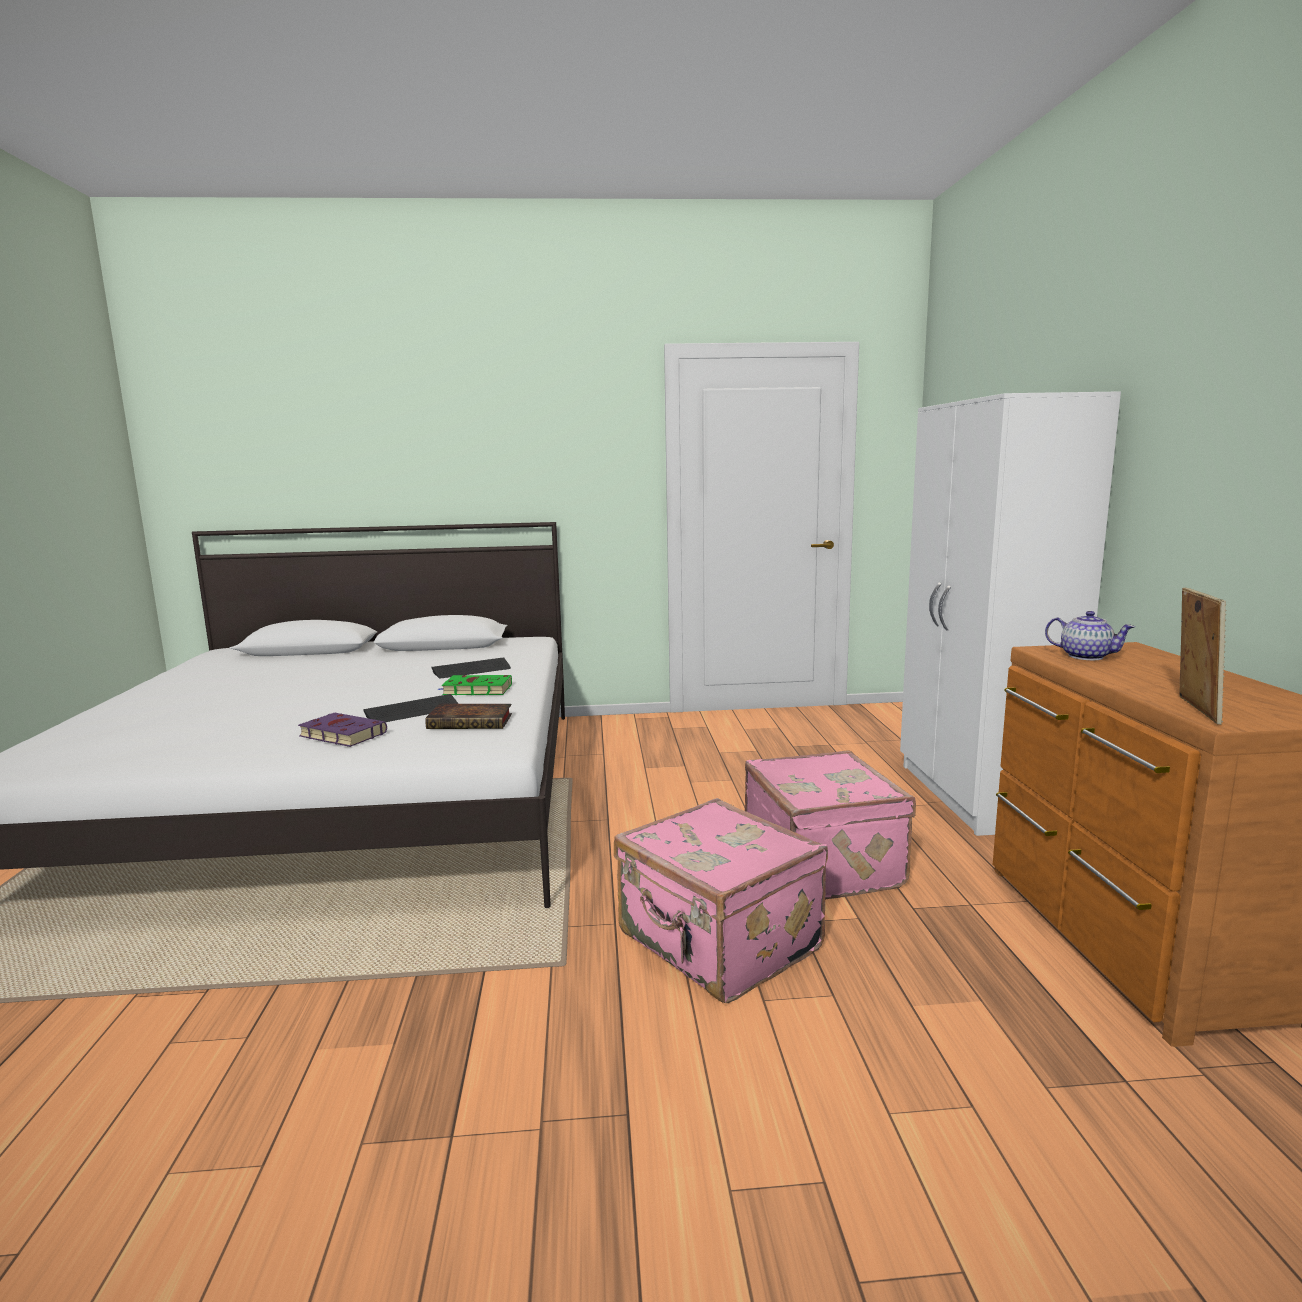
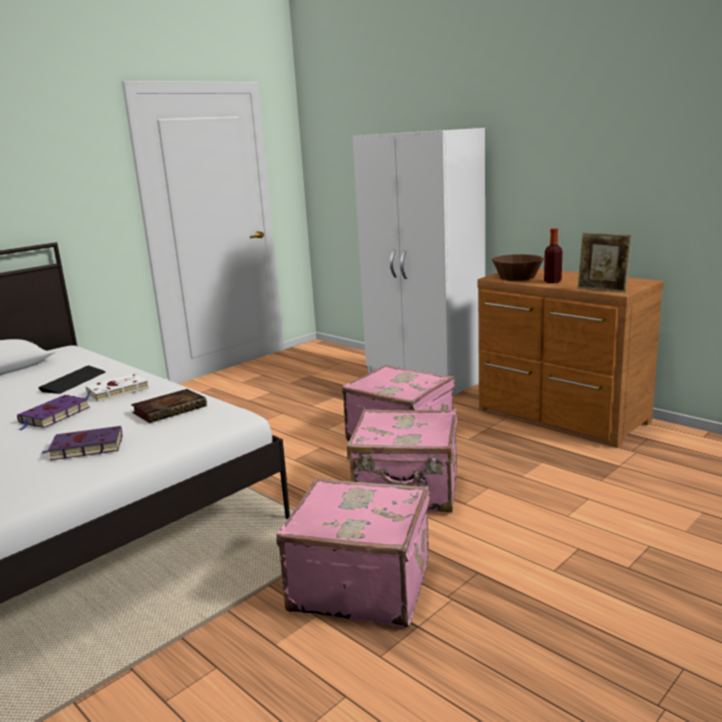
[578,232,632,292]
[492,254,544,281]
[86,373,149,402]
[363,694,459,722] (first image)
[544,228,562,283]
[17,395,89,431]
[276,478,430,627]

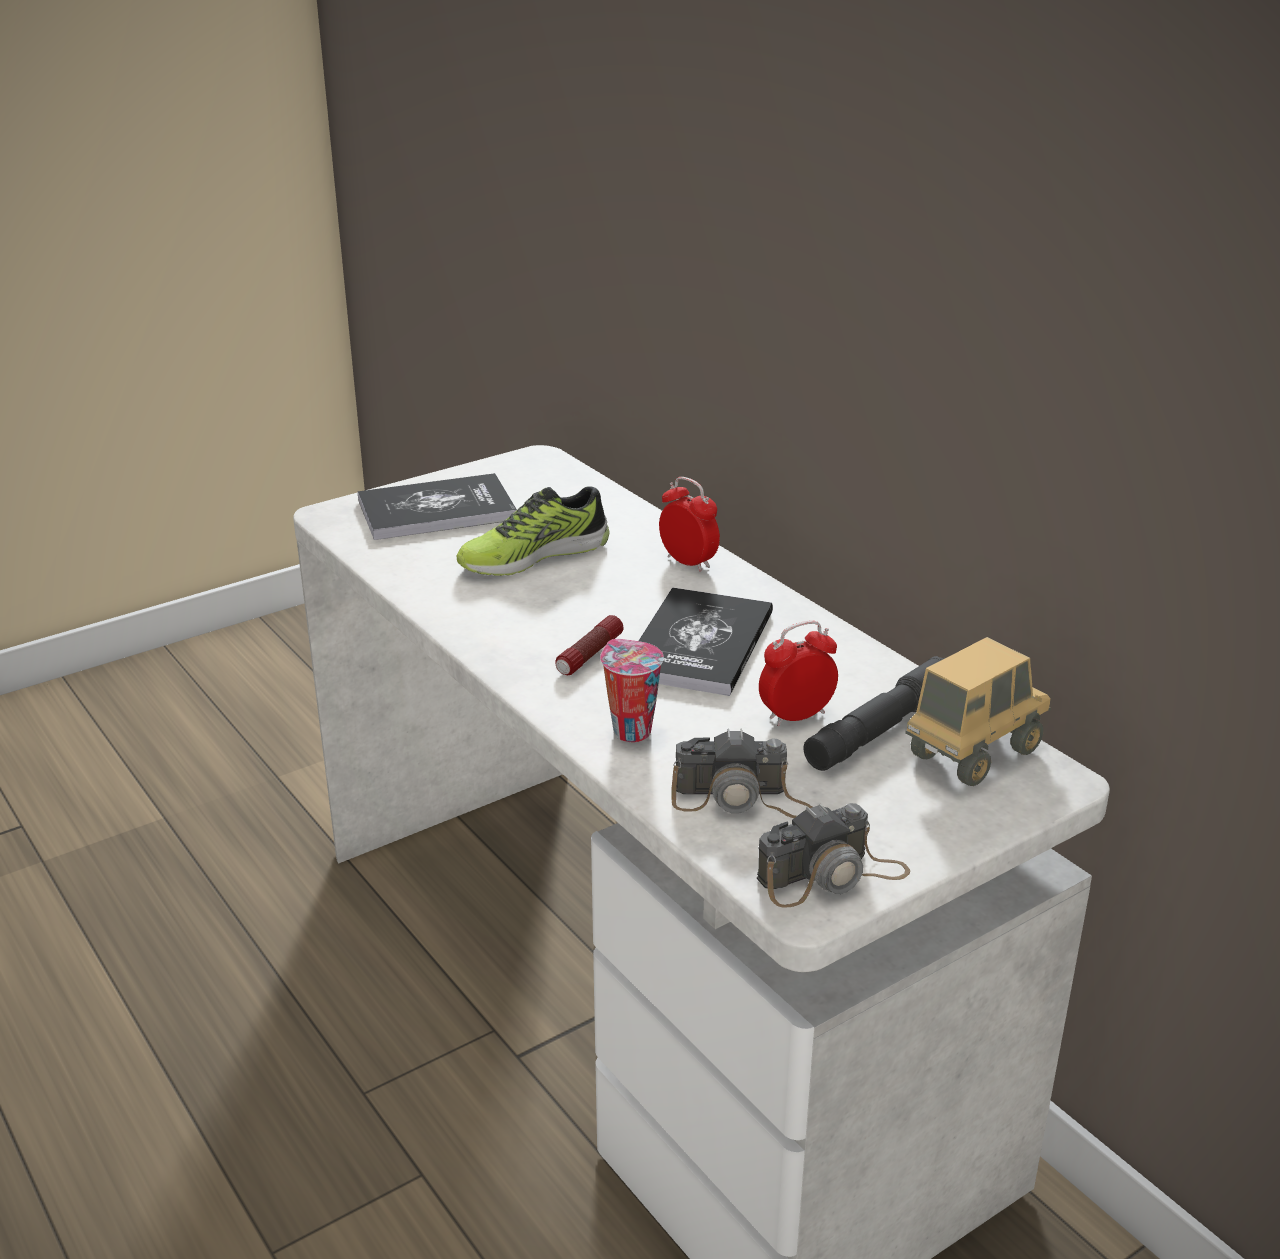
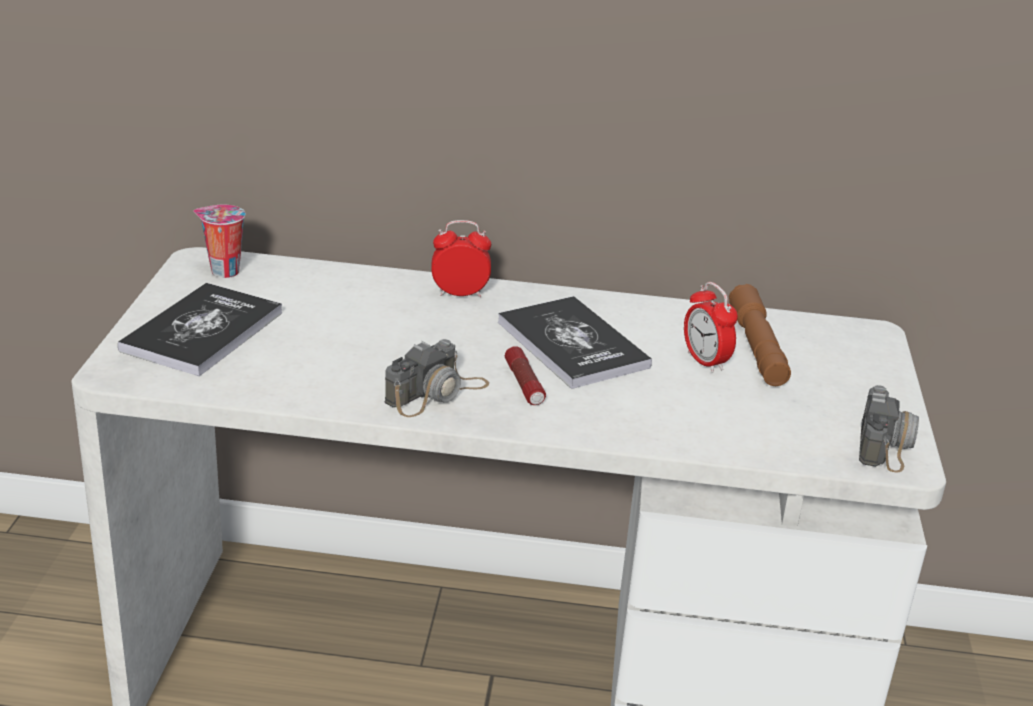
[456,486,610,576] (first image)
[684,282,738,373]
[905,637,1051,786] (first image)
[193,205,246,278]
[729,284,791,386]
[385,339,489,417]

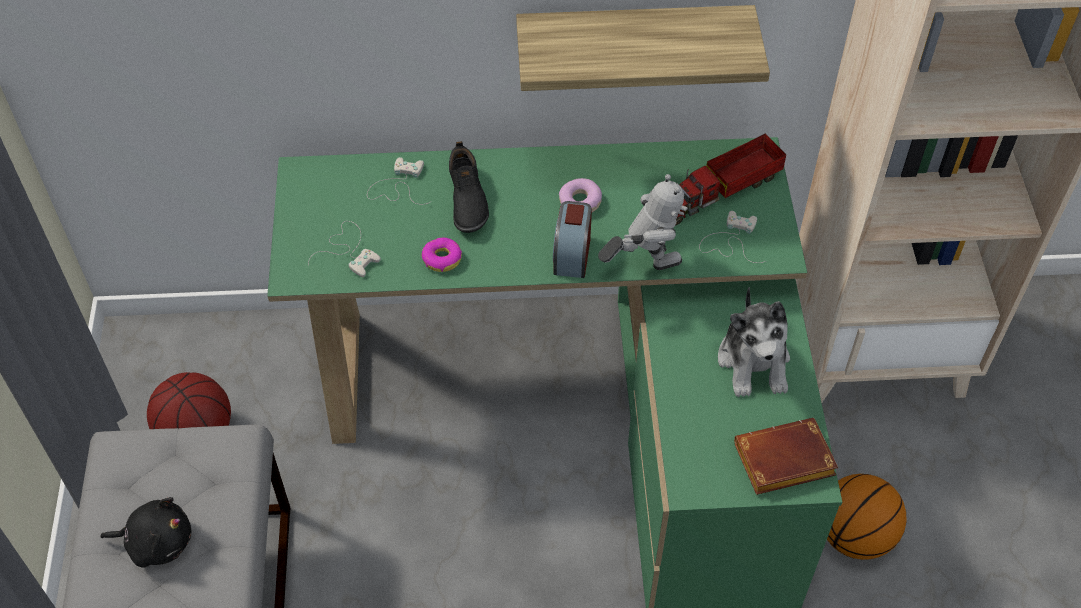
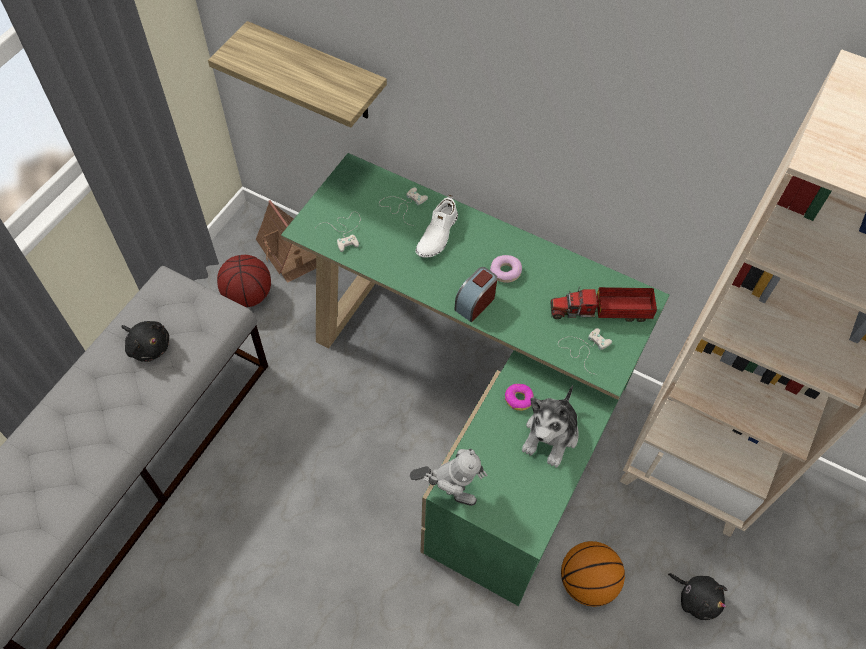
[208,21,387,128]
[416,195,458,258]
[410,449,487,506]
[505,384,534,411]
[734,418,838,495] (first image)
[256,200,316,283]
[668,573,728,620]

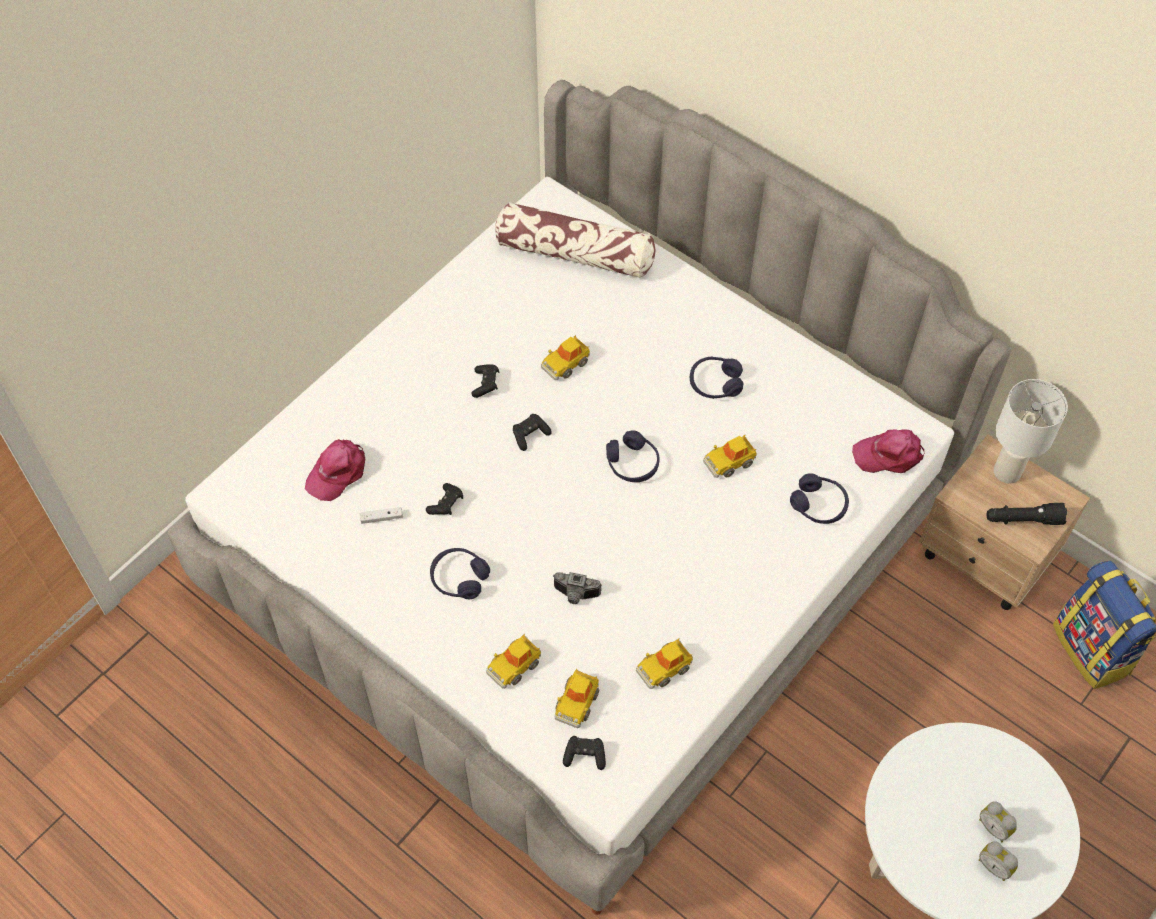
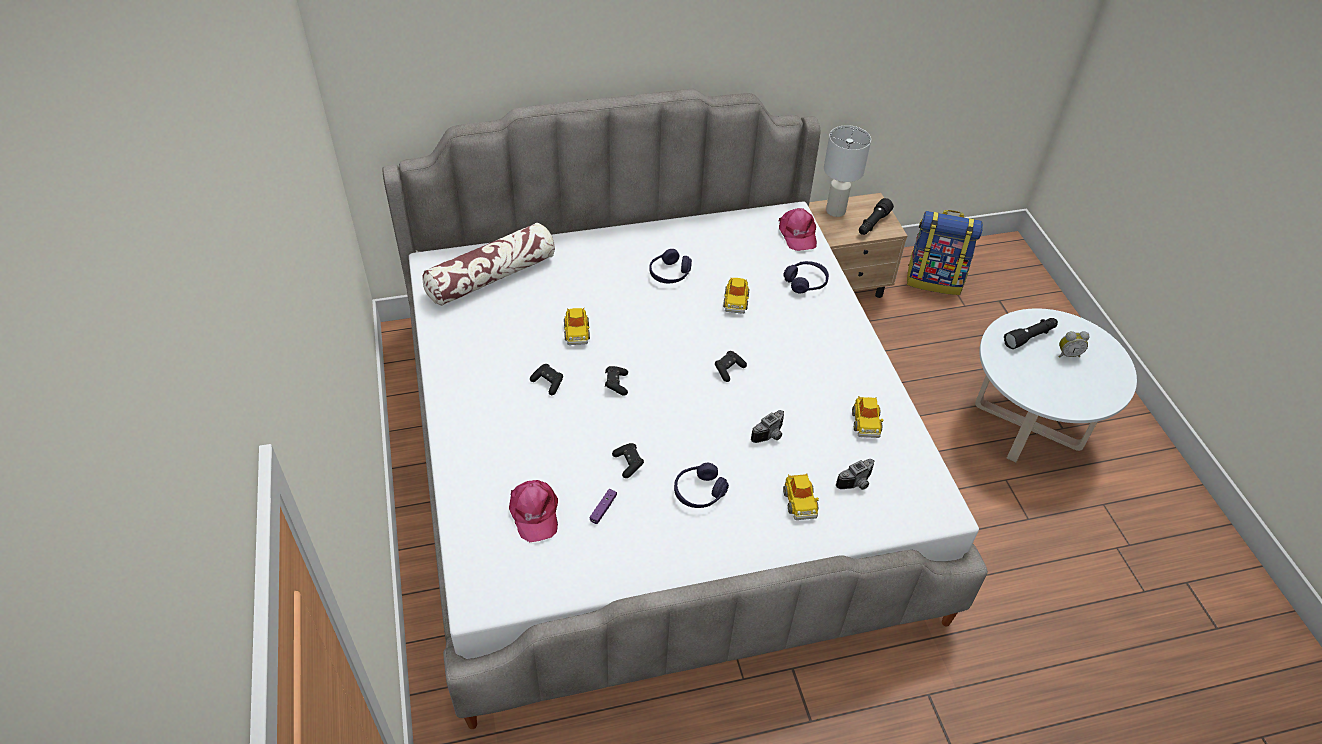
[778,208,817,251]
[606,430,660,482] (first image)
[590,489,617,524]
[836,459,874,490]
[715,351,747,382]
[979,841,1018,881] (first image)
[1004,318,1058,349]

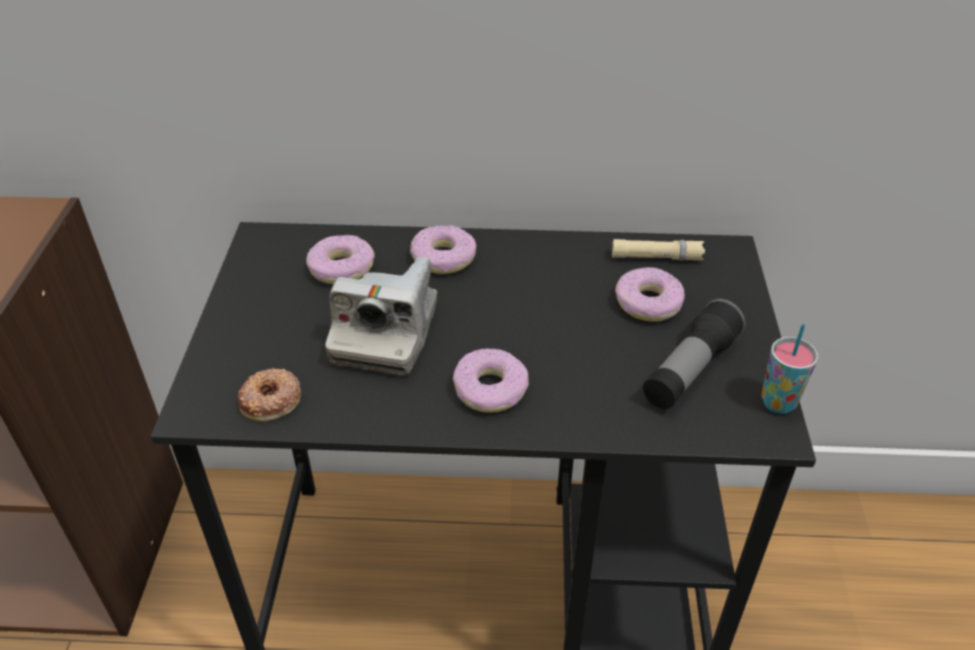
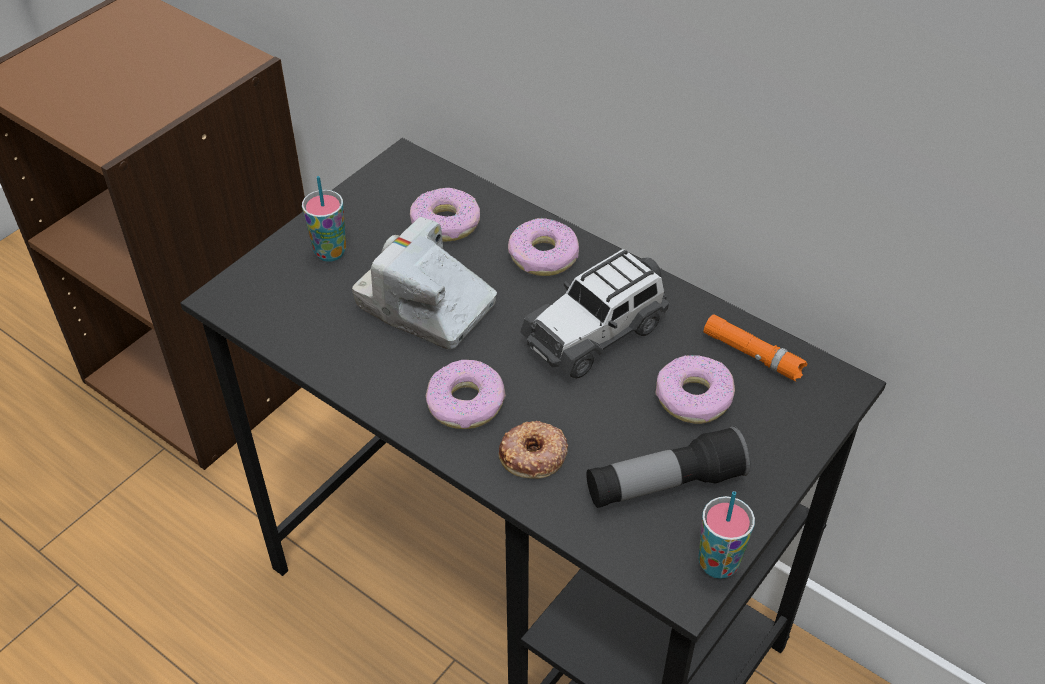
[704,314,808,382]
[352,217,497,350]
[499,421,568,479]
[302,176,346,262]
[520,249,669,379]

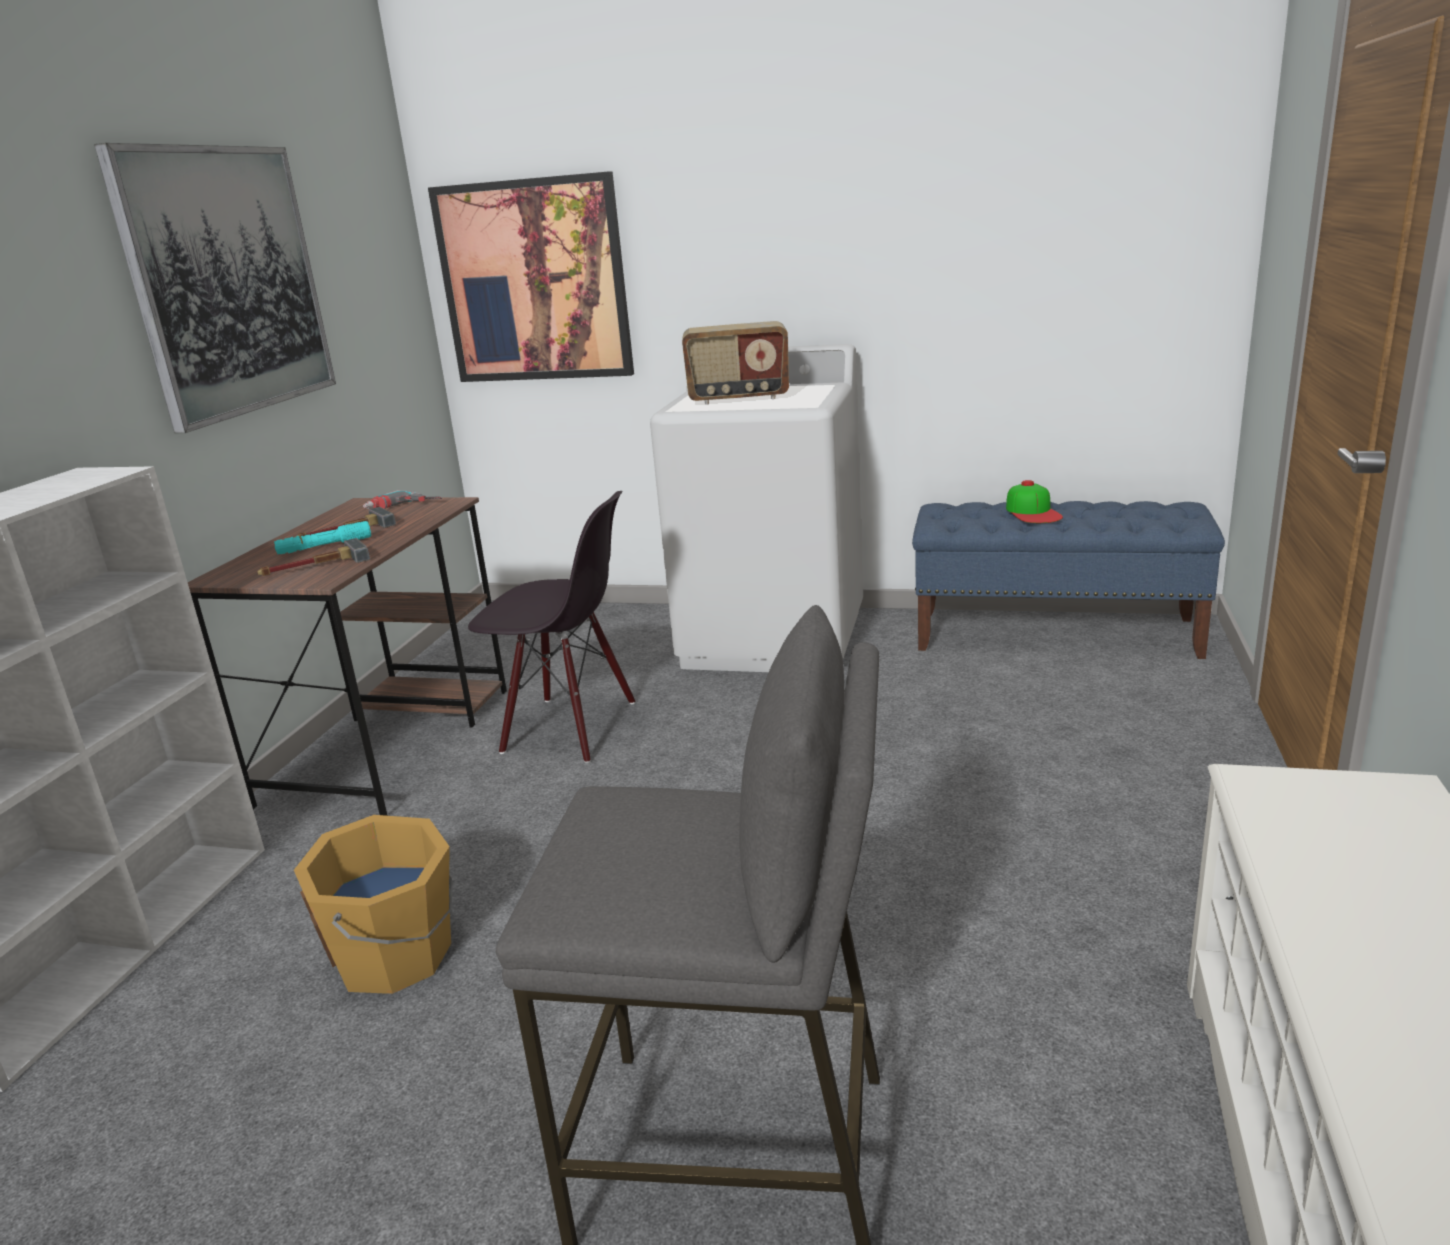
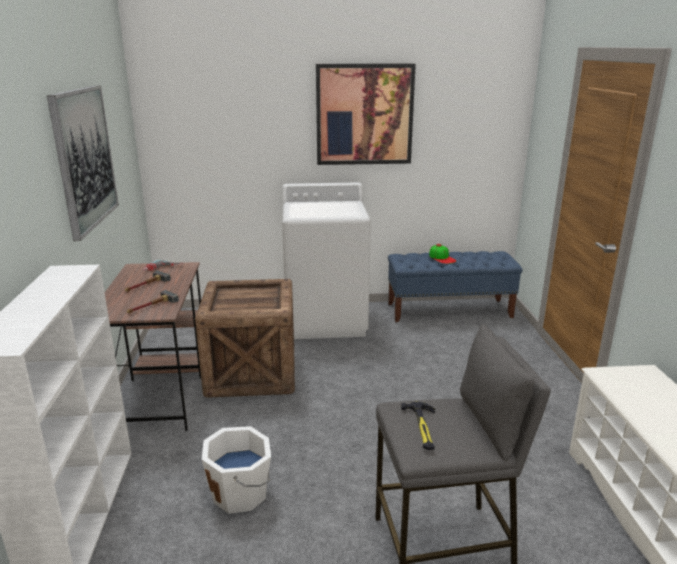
[316,64,416,165]
[682,321,789,405] (first image)
[195,279,295,398]
[274,521,371,554] (first image)
[202,426,271,514]
[401,402,435,450]

